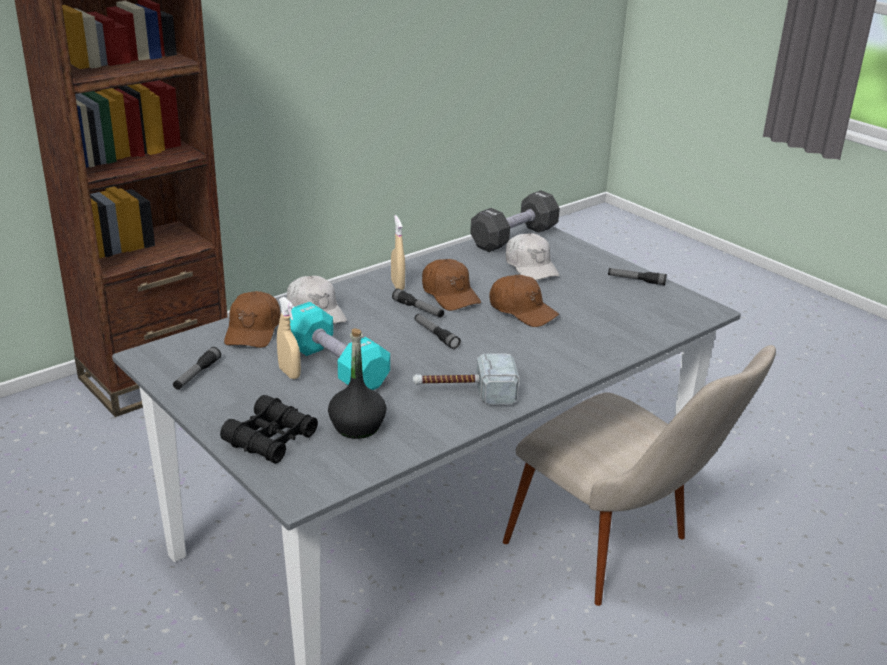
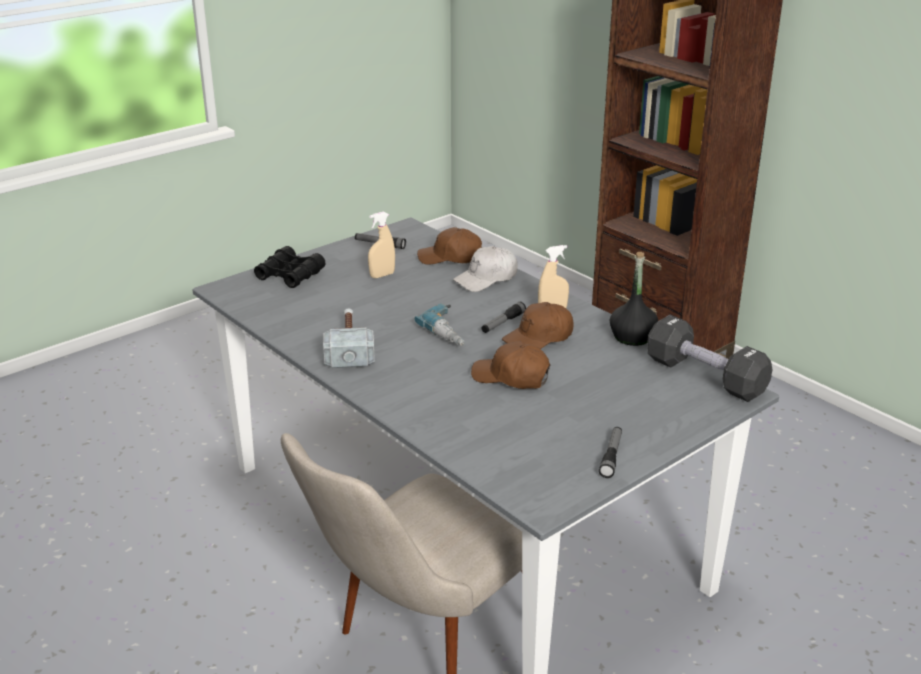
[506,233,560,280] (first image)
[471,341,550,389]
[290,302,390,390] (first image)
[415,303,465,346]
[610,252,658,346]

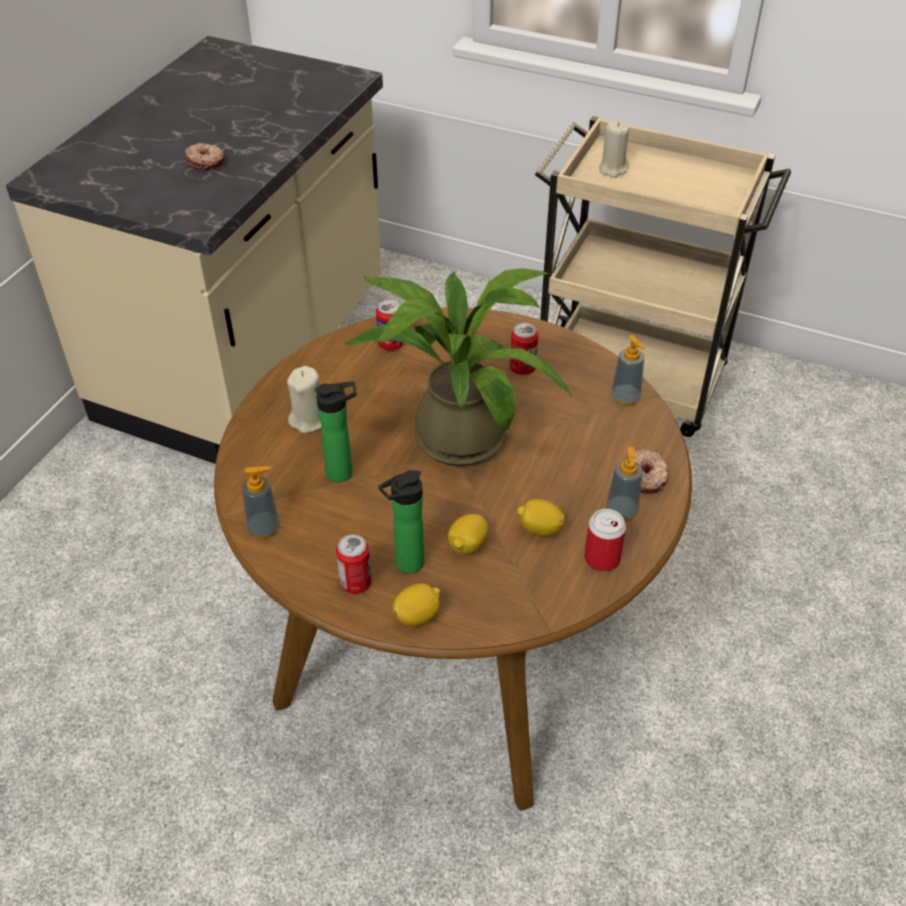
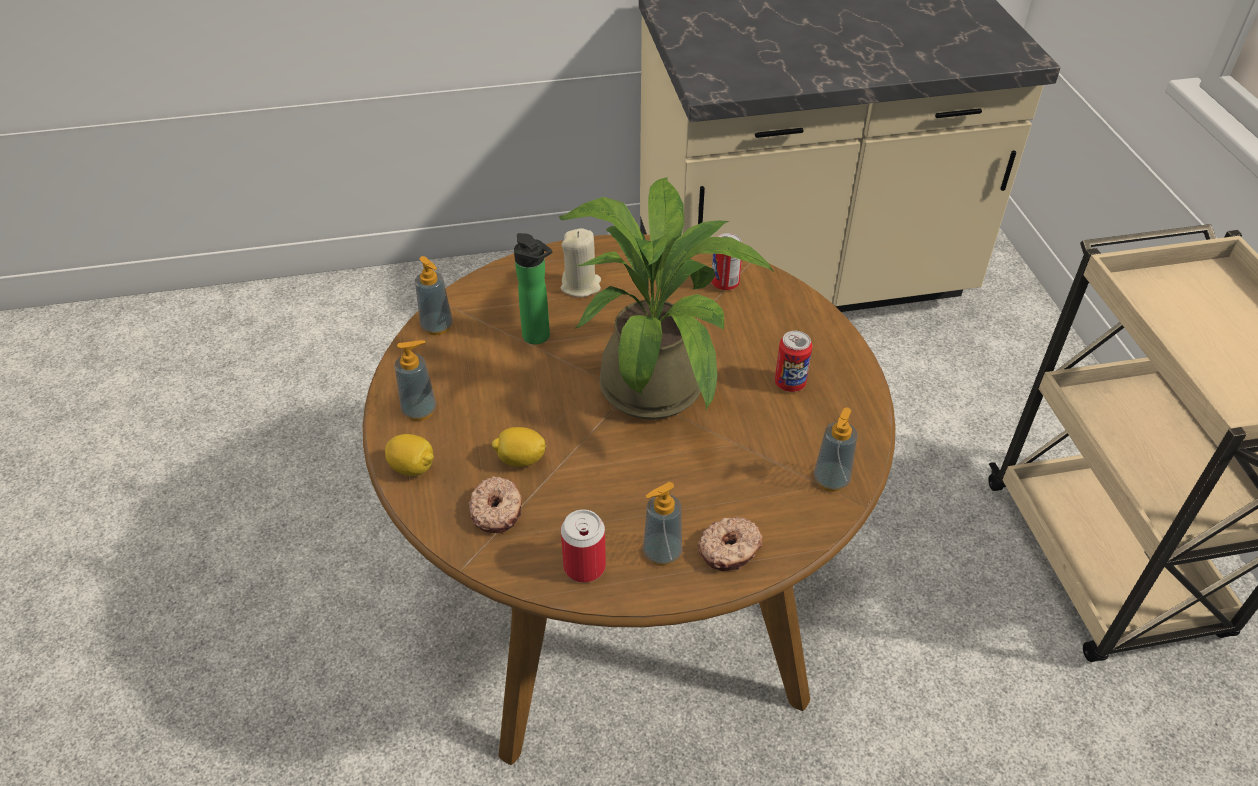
[599,122,630,178] (first image)
[468,476,522,533]
[378,470,425,574] (first image)
[517,499,565,536] (first image)
[395,340,436,421]

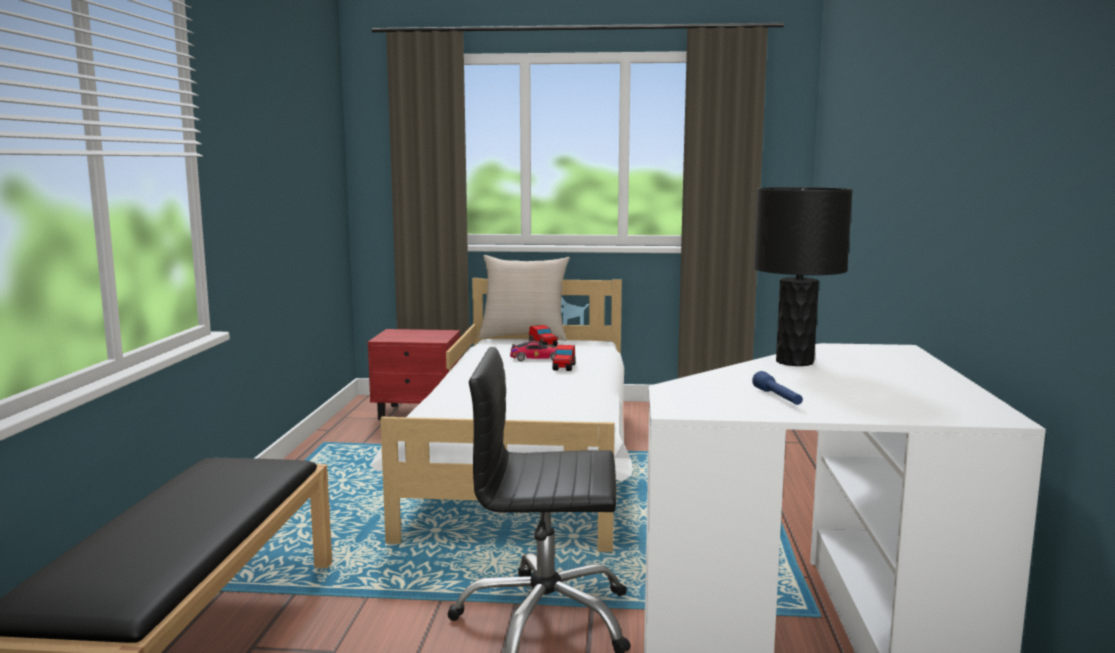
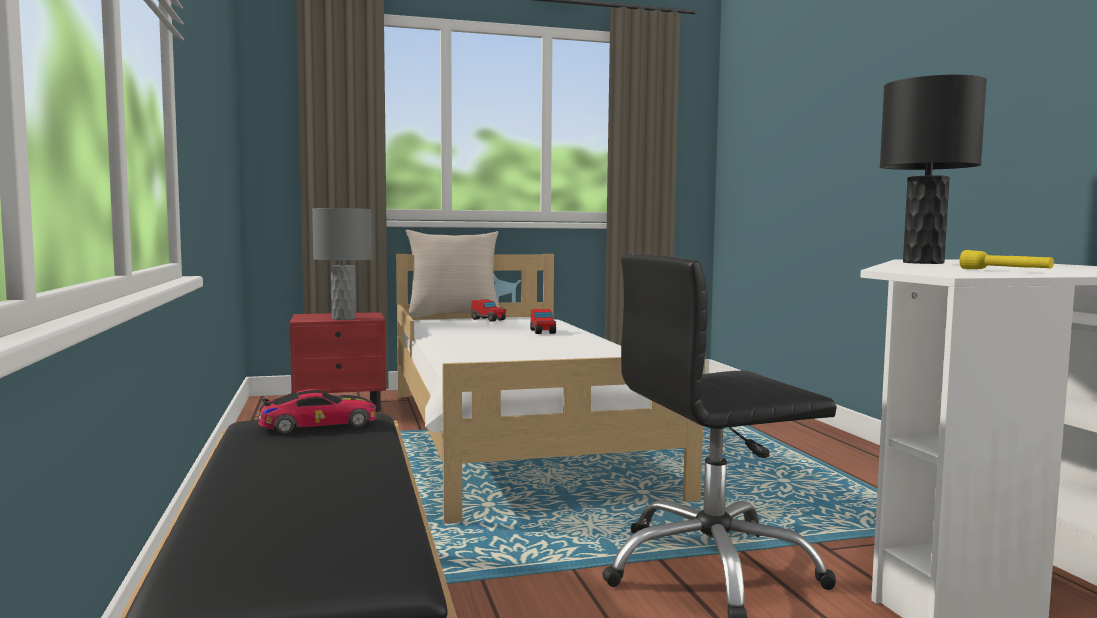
[258,389,377,434]
[960,250,1054,269]
[312,208,372,320]

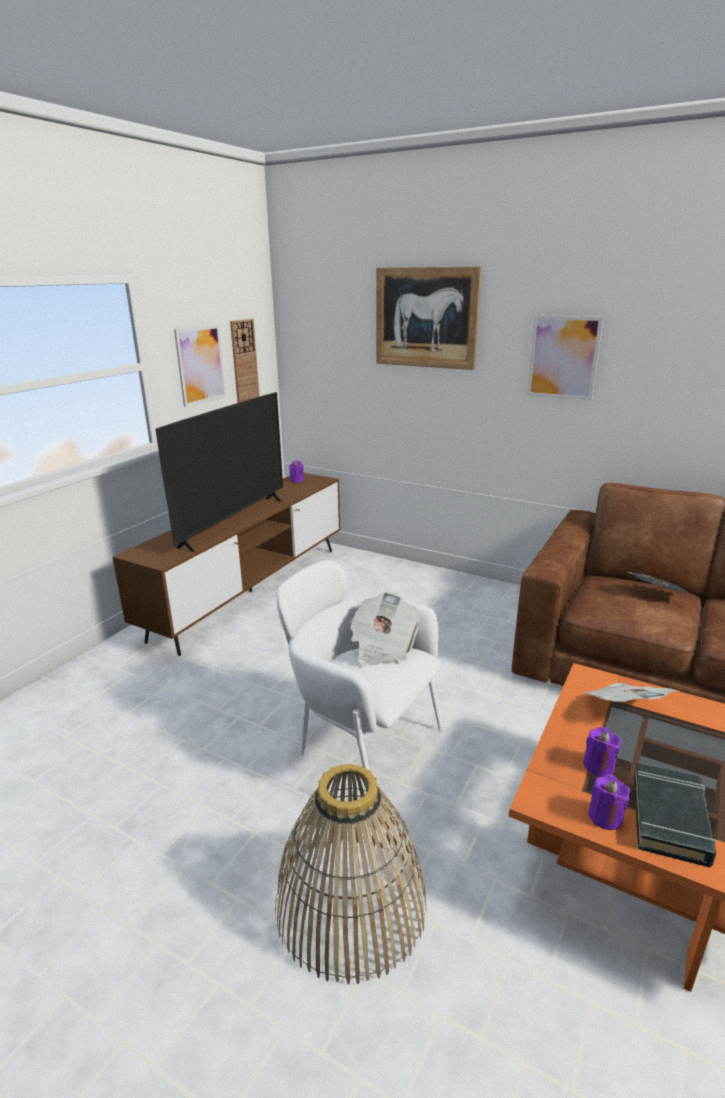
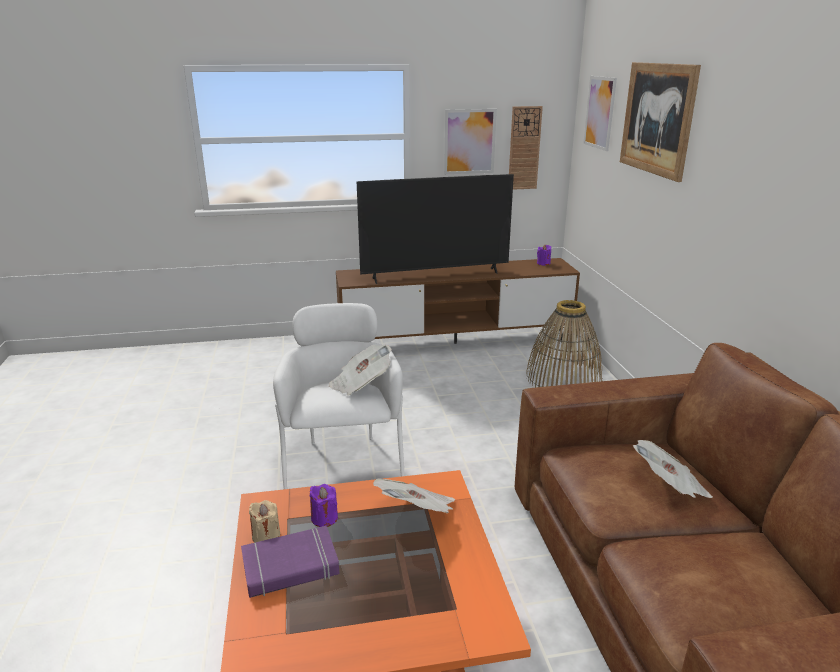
[583,76,617,151]
[241,526,339,598]
[526,300,603,388]
[249,500,280,542]

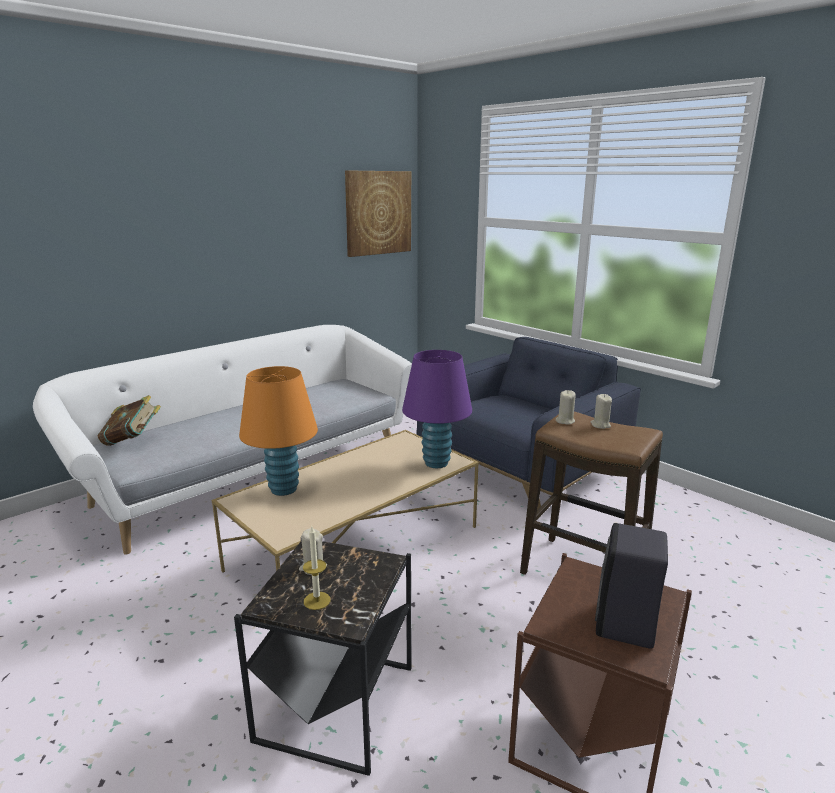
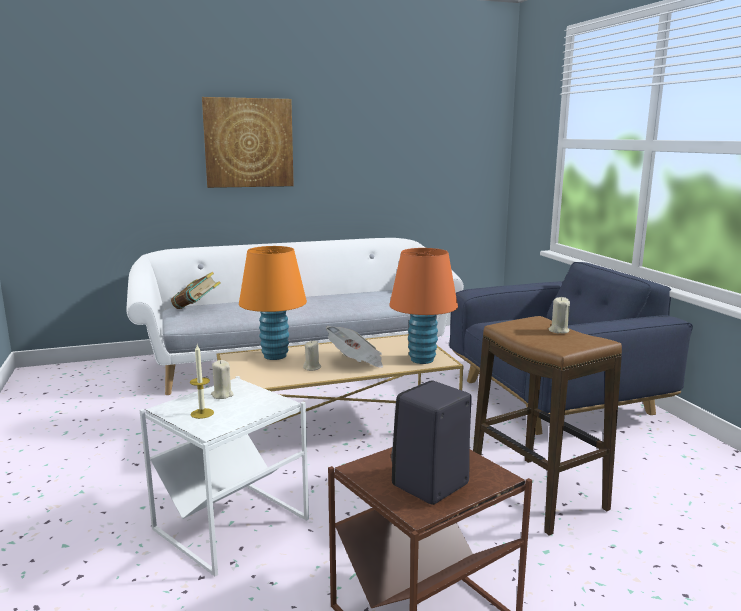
[202,97,294,188]
[389,248,458,364]
[303,340,321,371]
[139,376,309,576]
[326,326,383,368]

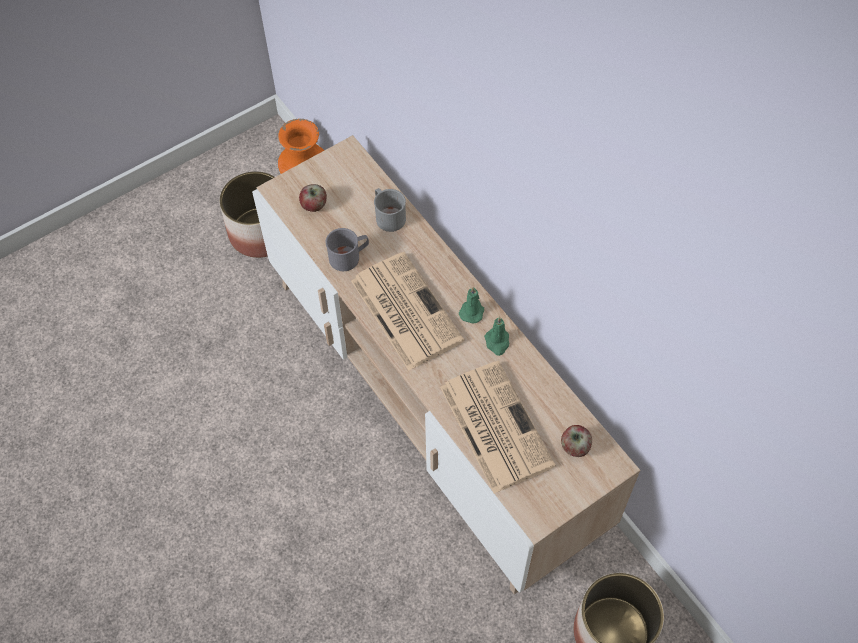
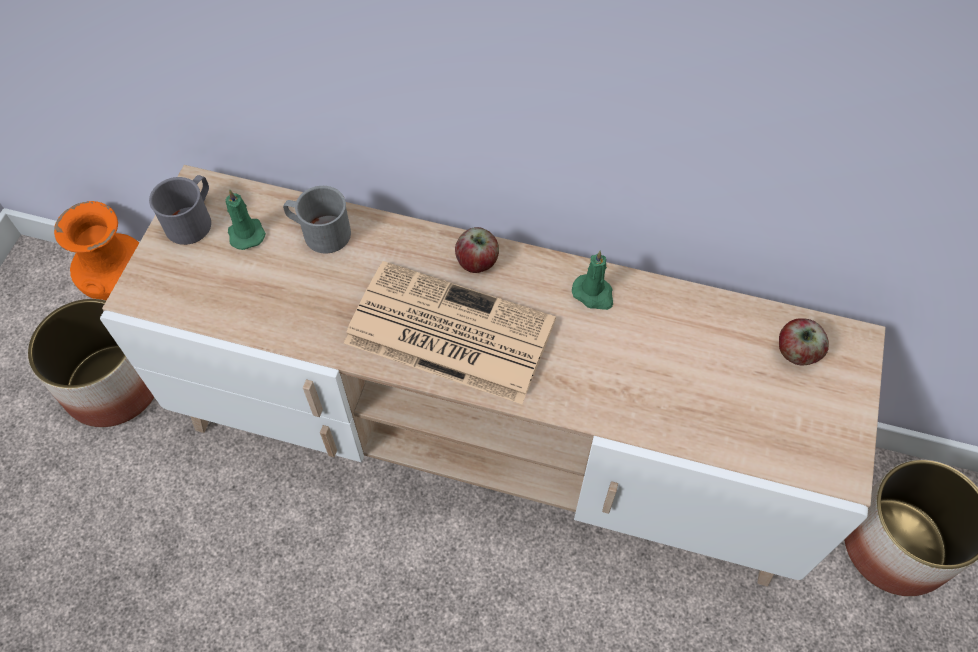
[455,227,499,273]
[149,175,211,245]
[225,189,266,250]
[440,361,555,493] (first image)

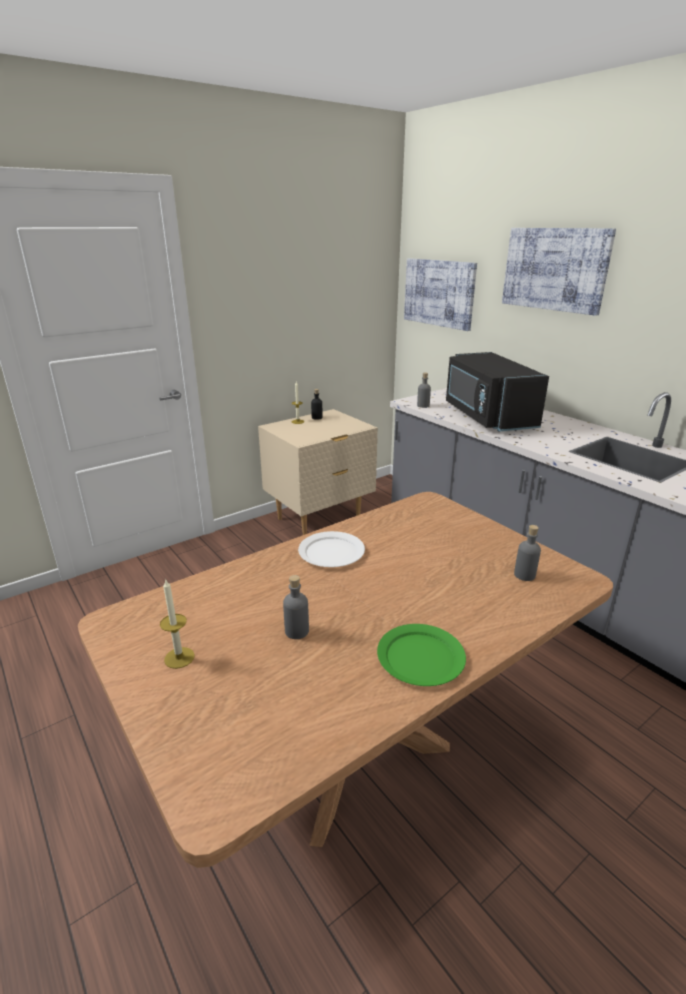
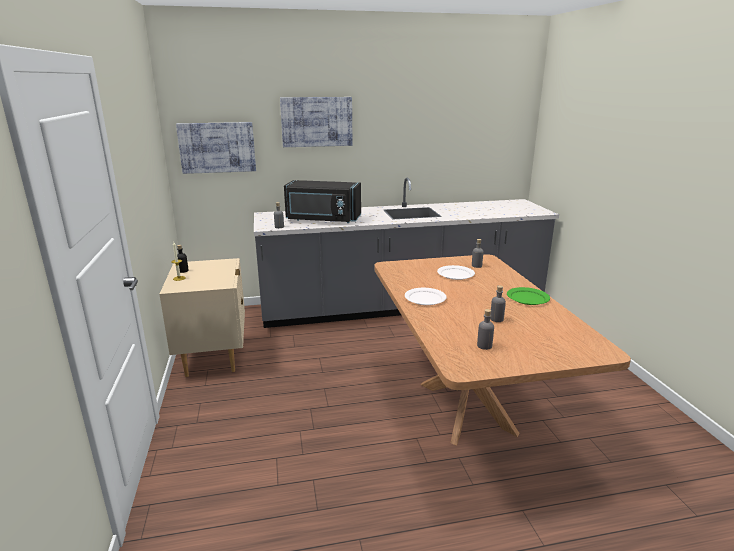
[160,580,195,669] (first image)
[437,265,475,280]
[477,309,494,350]

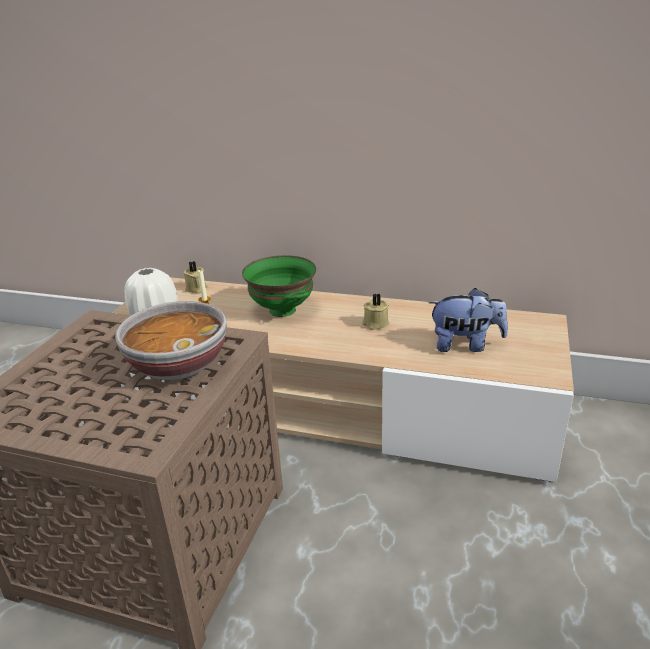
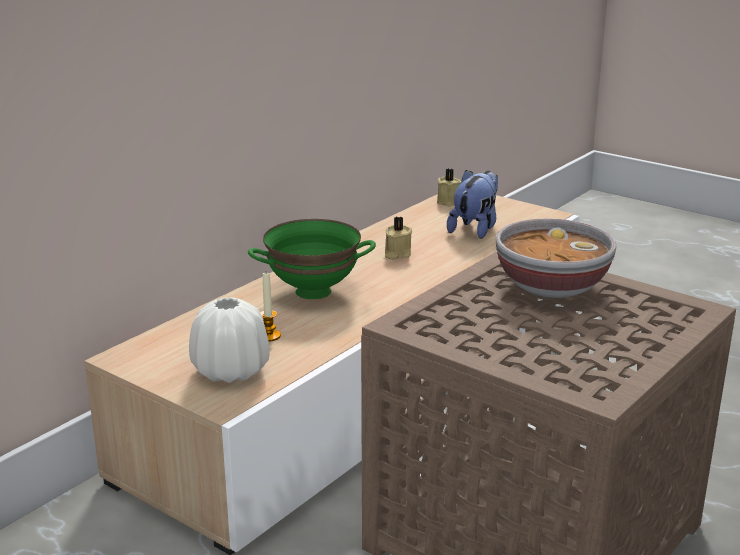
[437,169,462,207]

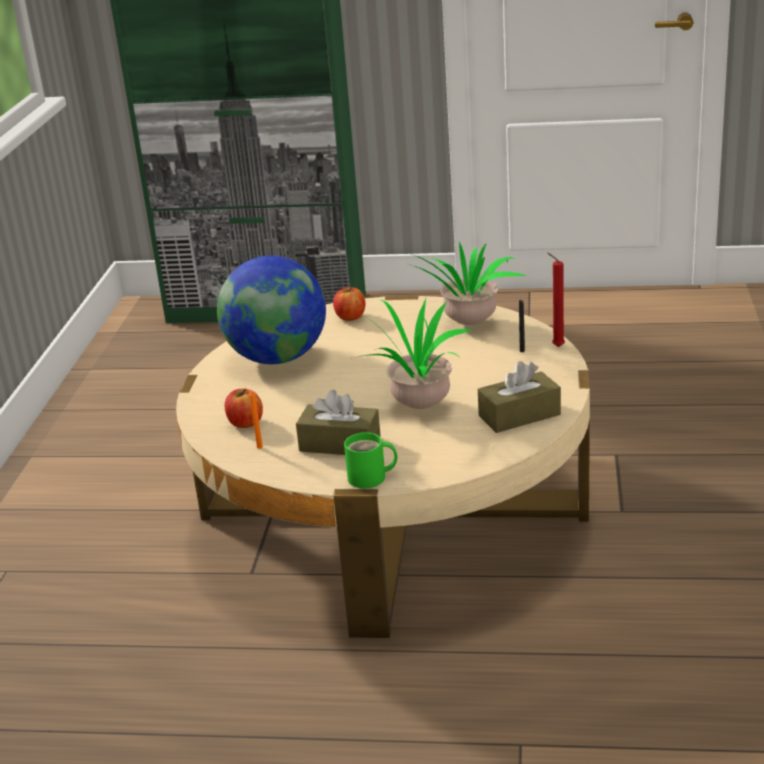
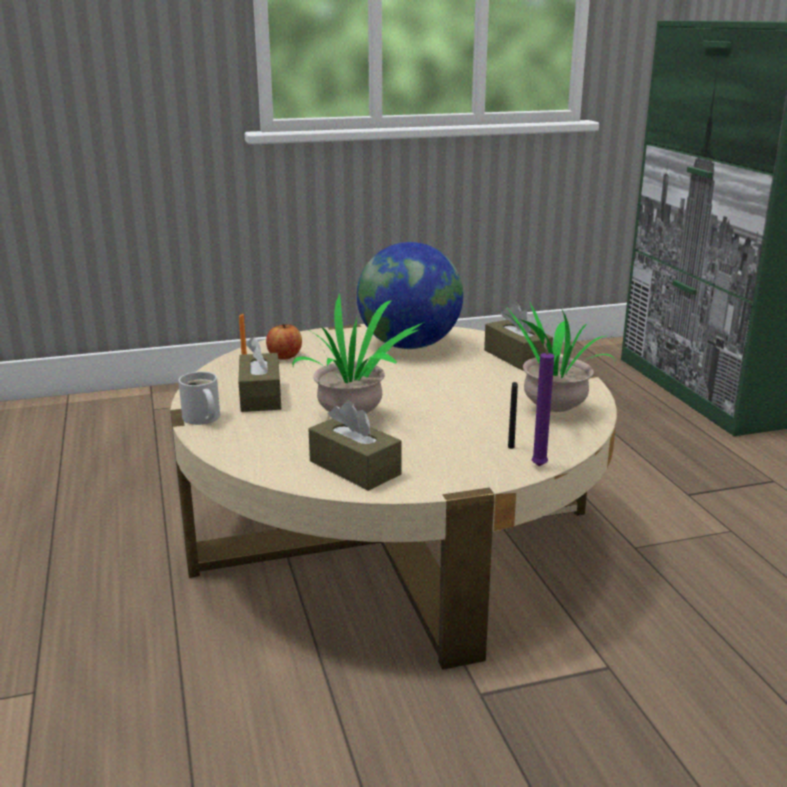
[531,337,554,466]
[484,303,553,371]
[178,372,220,425]

